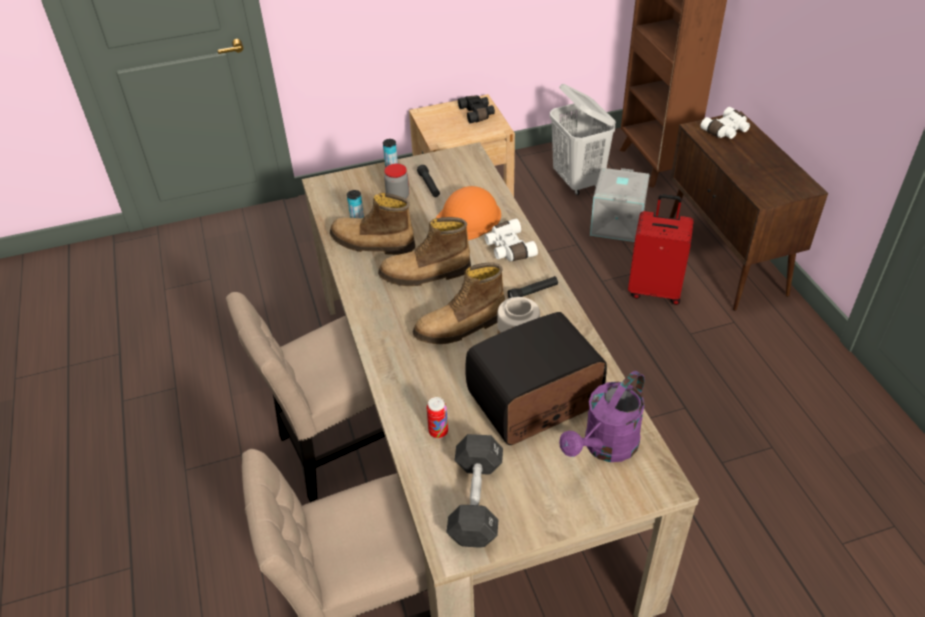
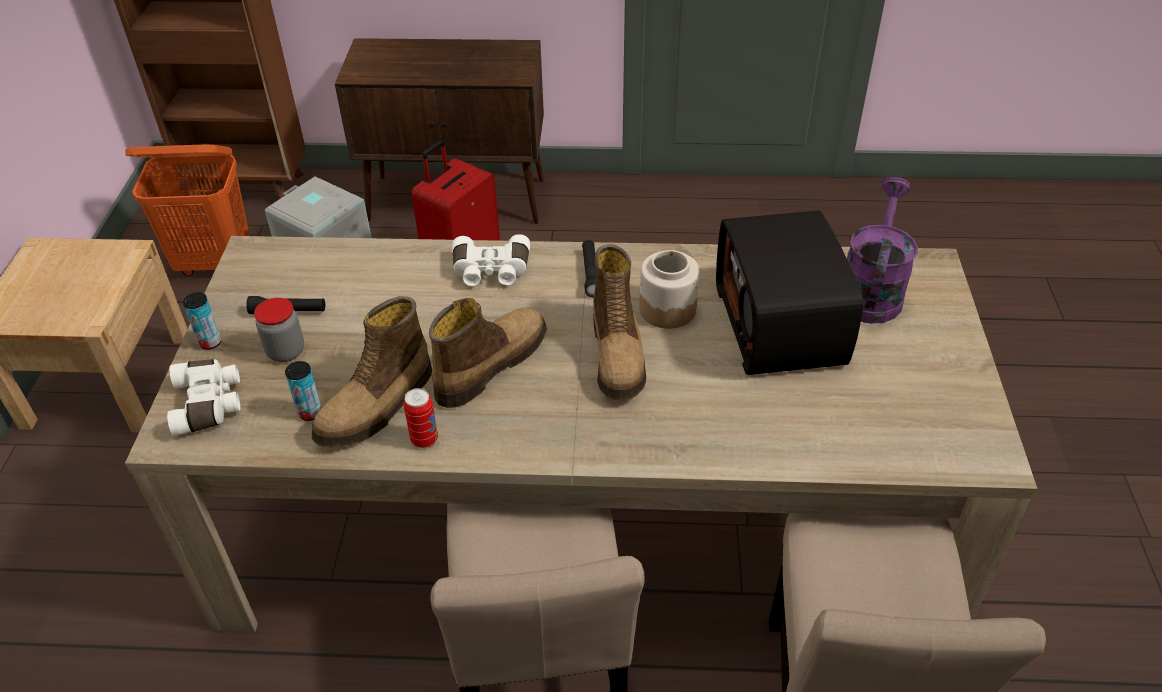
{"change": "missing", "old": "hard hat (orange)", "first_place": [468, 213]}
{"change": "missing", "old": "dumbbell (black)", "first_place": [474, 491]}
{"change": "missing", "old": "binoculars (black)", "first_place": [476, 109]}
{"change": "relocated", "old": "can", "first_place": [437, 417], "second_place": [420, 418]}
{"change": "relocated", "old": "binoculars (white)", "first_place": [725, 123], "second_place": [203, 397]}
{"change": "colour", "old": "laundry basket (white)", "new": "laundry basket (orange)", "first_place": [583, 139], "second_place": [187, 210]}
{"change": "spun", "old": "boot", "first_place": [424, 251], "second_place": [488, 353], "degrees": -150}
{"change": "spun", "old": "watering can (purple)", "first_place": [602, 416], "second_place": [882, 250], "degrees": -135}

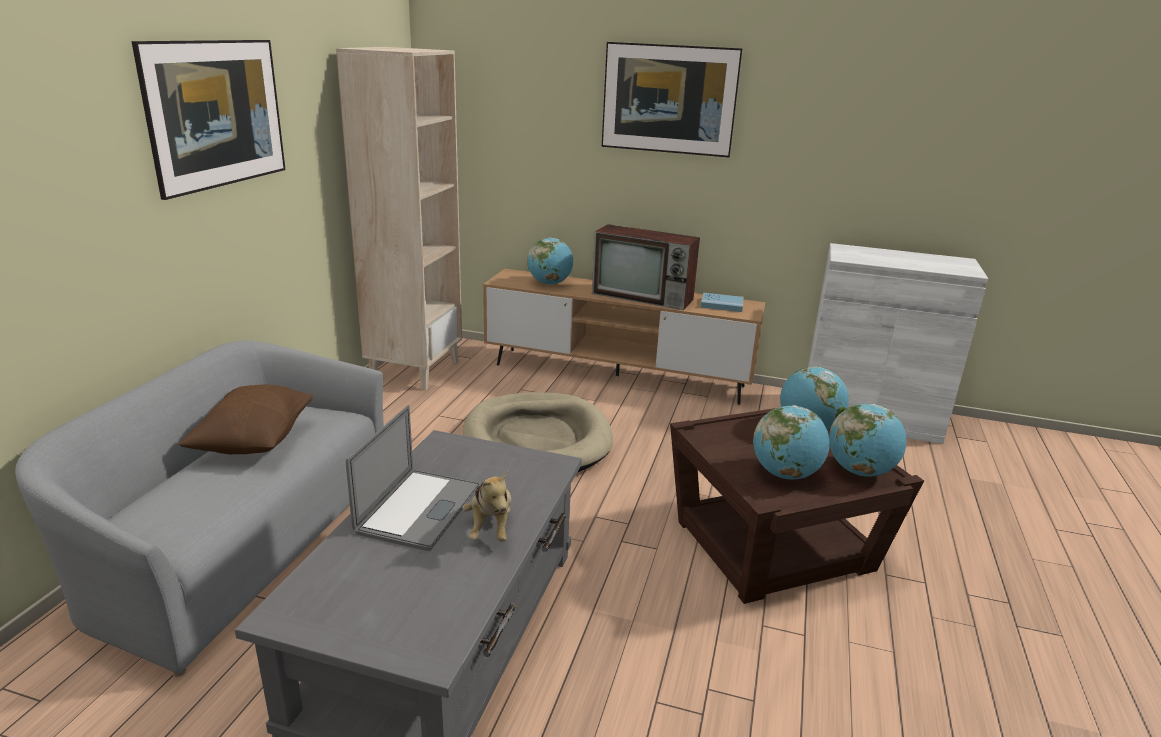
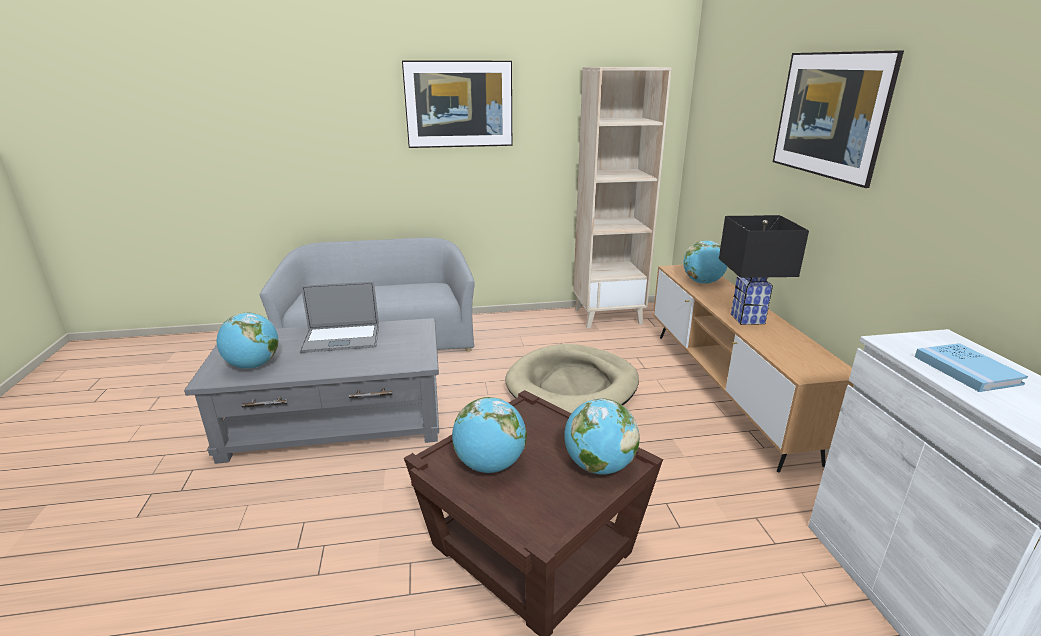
{"change": "missing", "old": "pillow (brown)", "first_place": [245, 419]}
{"change": "missing", "old": "plush toy", "first_place": [486, 506]}
{"change": "relocated", "old": "book (blue)", "first_place": [722, 302], "second_place": [971, 367]}
{"change": "relocated", "old": "globe", "first_place": [868, 439], "second_place": [247, 341]}
{"change": "exchanged", "old": "television", "new": "table lamp (black)", "first_place": [646, 267], "second_place": [764, 270]}

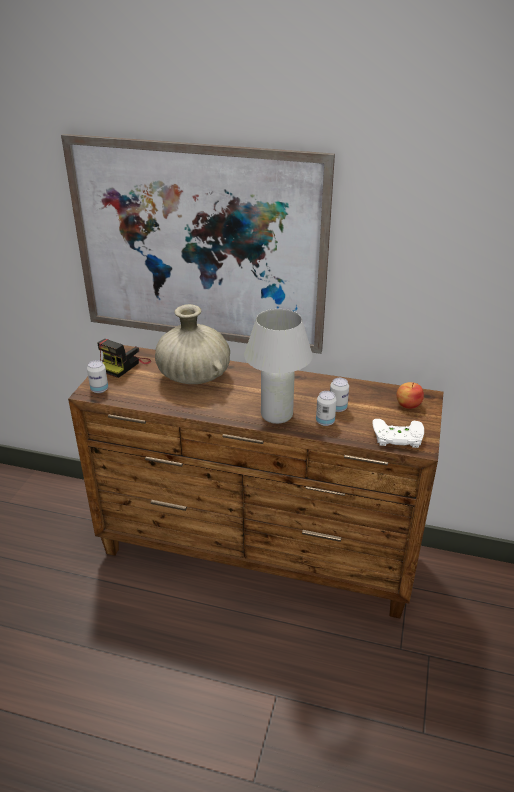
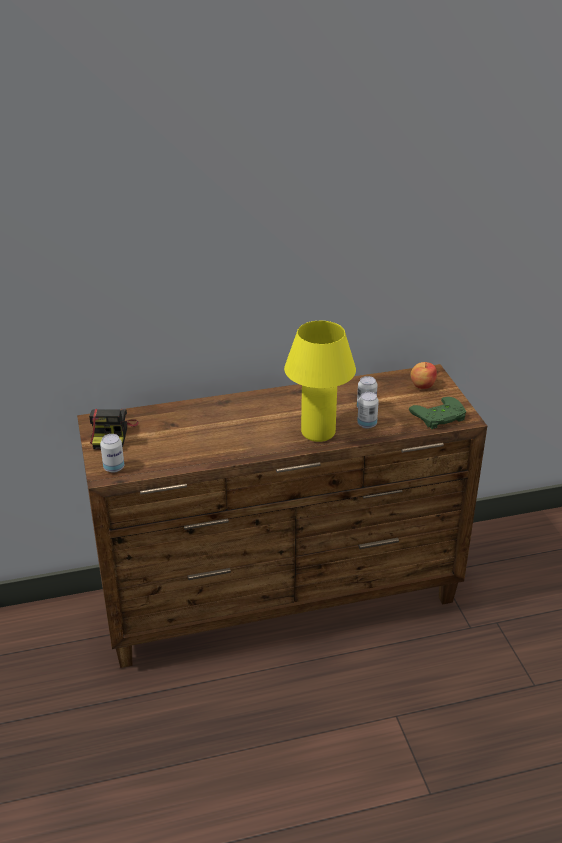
{"change": "missing", "old": "picture", "first_place": [198, 244]}
{"change": "missing", "old": "vase (beige)", "first_place": [192, 344]}
{"change": "colour", "old": "table lamp (white)", "new": "table lamp (yellow)", "first_place": [278, 366], "second_place": [320, 381]}
{"change": "colour", "old": "game controller (white)", "new": "game controller (green)", "first_place": [398, 433], "second_place": [437, 413]}

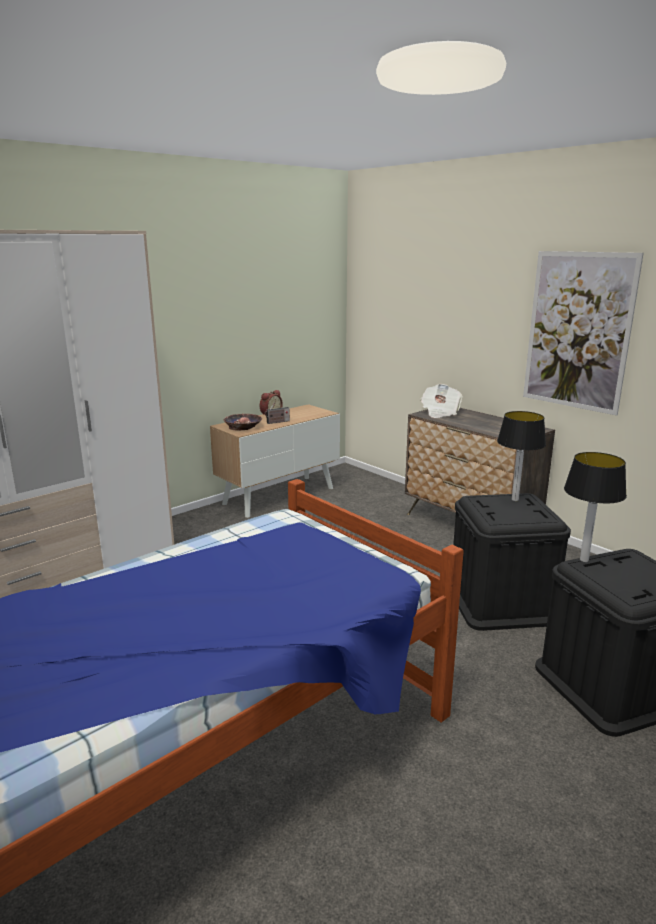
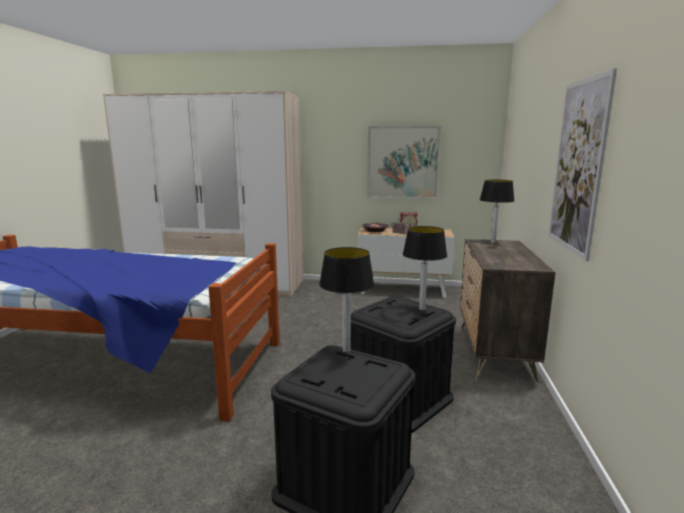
{"change": "appeared", "new": "picture", "second_place": [404, 162]}
{"change": "exchanged", "old": "newspaper", "new": "table lamp", "first_place": [441, 401], "second_place": [497, 211]}

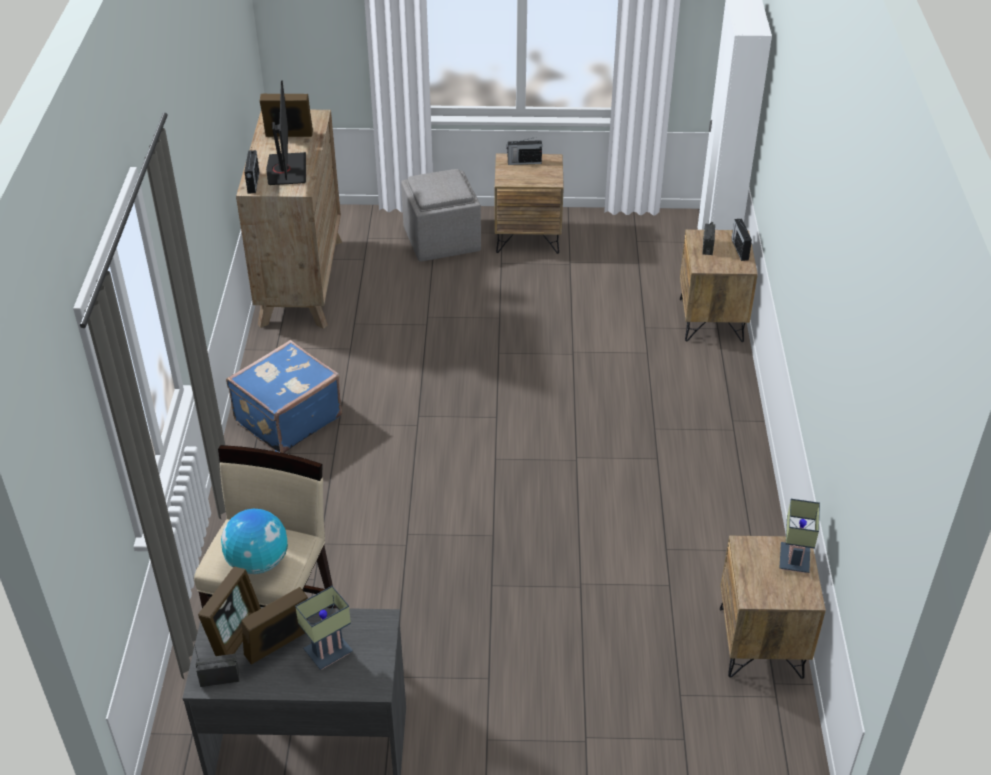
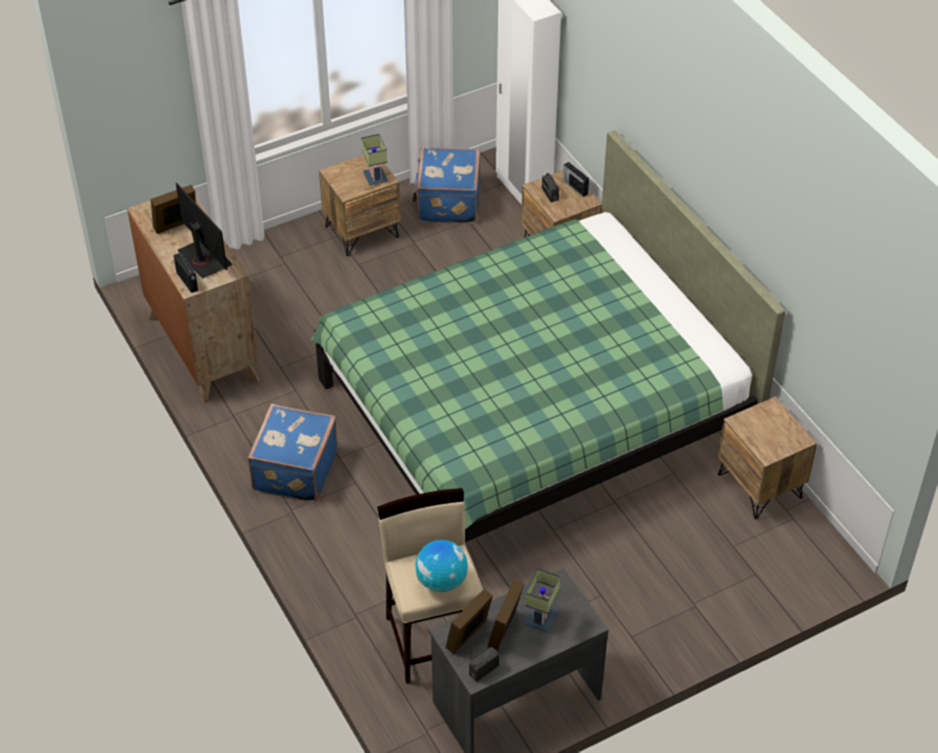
{"change": "missing", "old": "ottoman (grey)", "first_place": [441, 215]}
{"change": "missing", "old": "radio", "first_place": [524, 151]}
{"change": "appeared", "new": "bed (green)", "second_place": [549, 336]}
{"change": "appeared", "new": "suitcase (blue)", "second_place": [446, 185]}
{"change": "relocated", "old": "table lamp", "first_place": [800, 536], "second_place": [374, 160]}
{"change": "spun", "old": "picture frame", "first_place": [229, 611], "second_place": [469, 621], "degrees": -135}

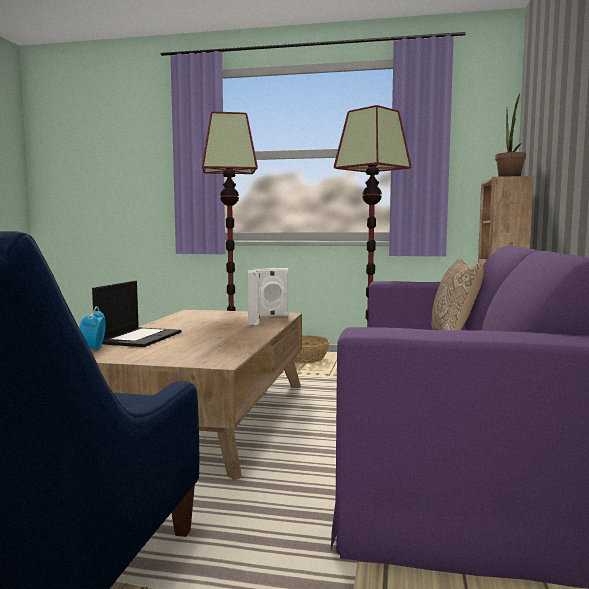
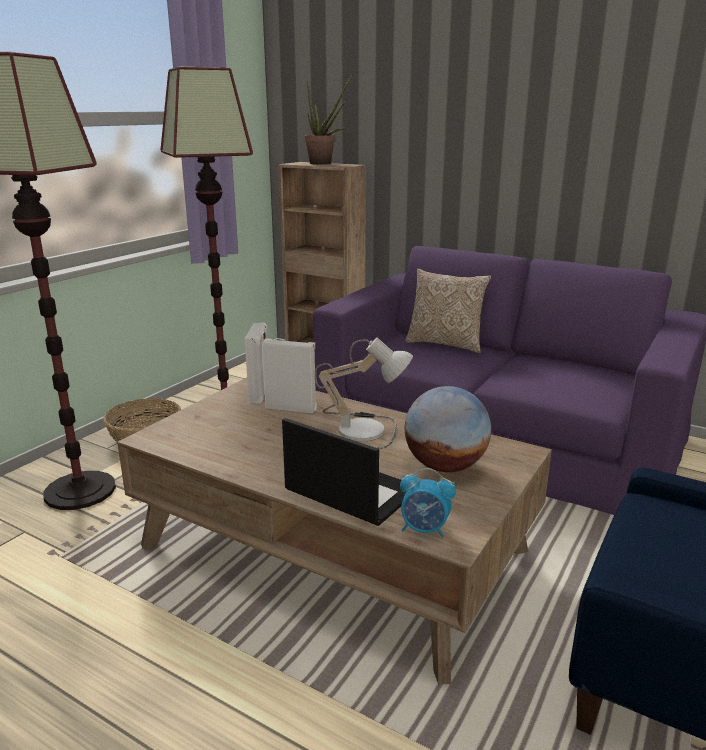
{"change": "appeared", "new": "table lamp", "second_place": [364, 393]}
{"change": "appeared", "new": "globe", "second_place": [448, 429]}

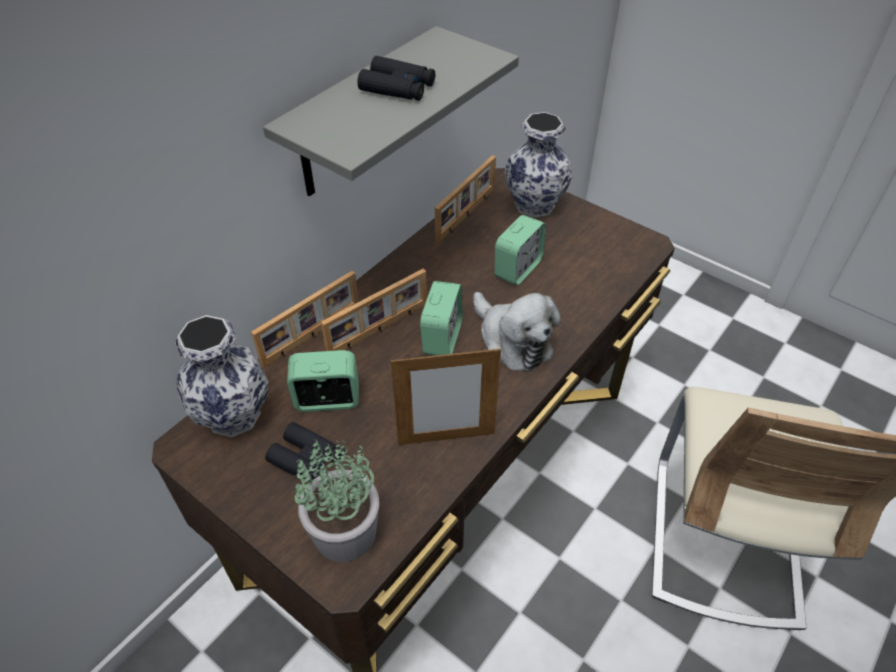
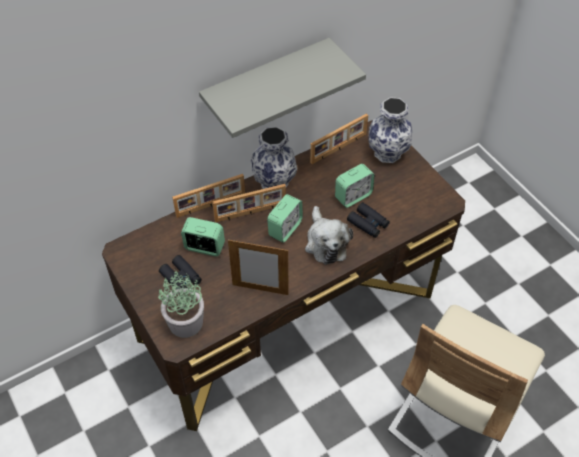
{"change": "relocated", "old": "vase", "first_place": [222, 376], "second_place": [274, 158]}
{"change": "relocated", "old": "binoculars (black)", "first_place": [396, 78], "second_place": [368, 220]}

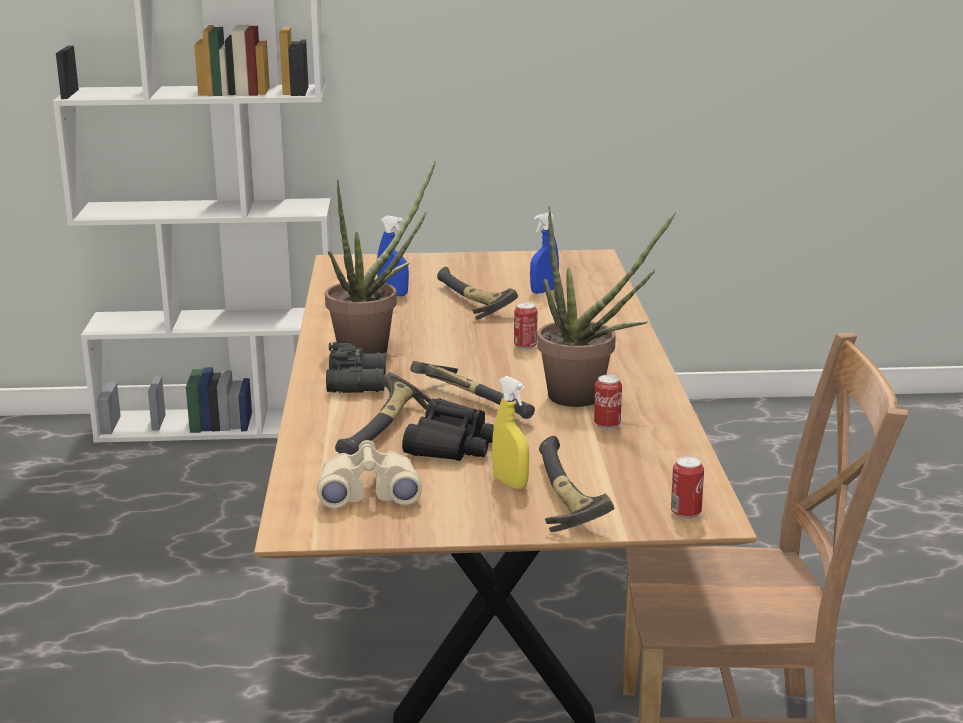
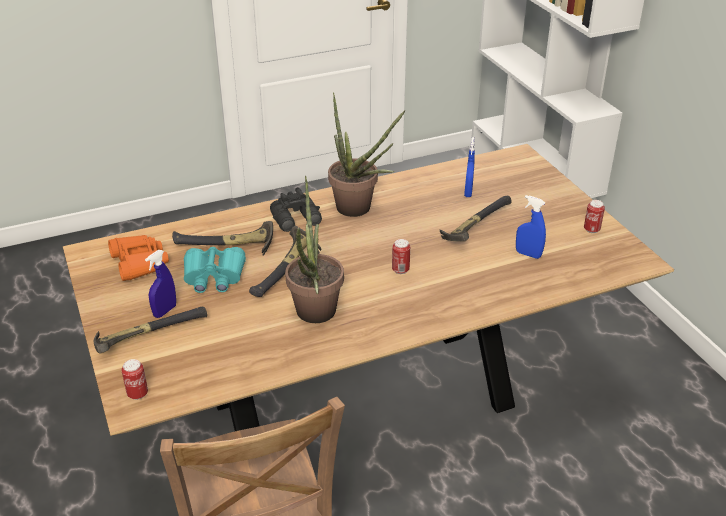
{"change": "relocated", "old": "can", "first_place": [608, 402], "second_place": [594, 216]}
{"change": "colour", "old": "binoculars (beige)", "new": "binoculars (orange)", "first_place": [369, 474], "second_place": [138, 258]}
{"change": "colour", "old": "binoculars (black)", "new": "binoculars (turquoise)", "first_place": [448, 429], "second_place": [215, 270]}
{"change": "colour", "old": "spray bottle (yellow)", "new": "spray bottle (blue)", "first_place": [510, 432], "second_place": [160, 284]}

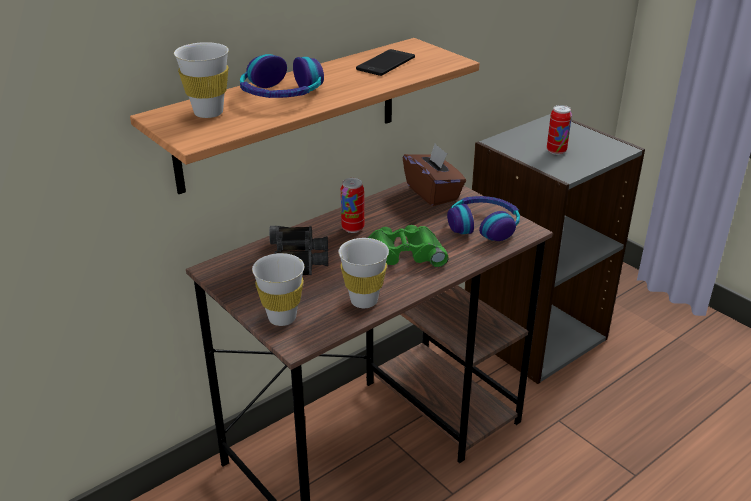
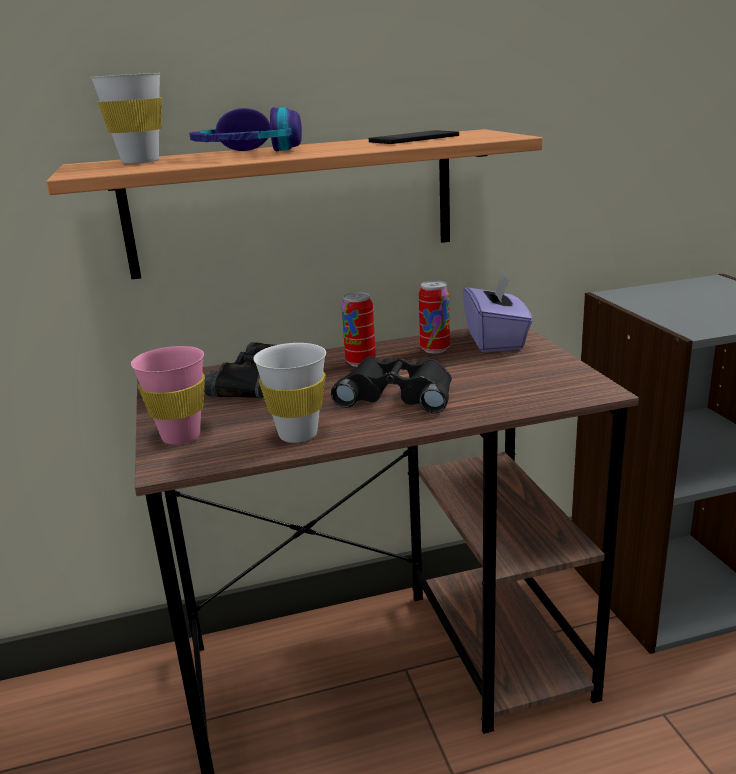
{"change": "missing", "old": "headphones", "first_place": [483, 218]}
{"change": "relocated", "old": "can", "first_place": [559, 130], "second_place": [434, 317]}
{"change": "colour", "old": "cup (white)", "new": "cup (pink)", "first_place": [278, 289], "second_place": [168, 395]}
{"change": "colour", "old": "binoculars (green)", "new": "binoculars (black)", "first_place": [408, 246], "second_place": [391, 384]}
{"change": "colour", "old": "tissue box (brown)", "new": "tissue box (purple)", "first_place": [434, 174], "second_place": [497, 312]}

